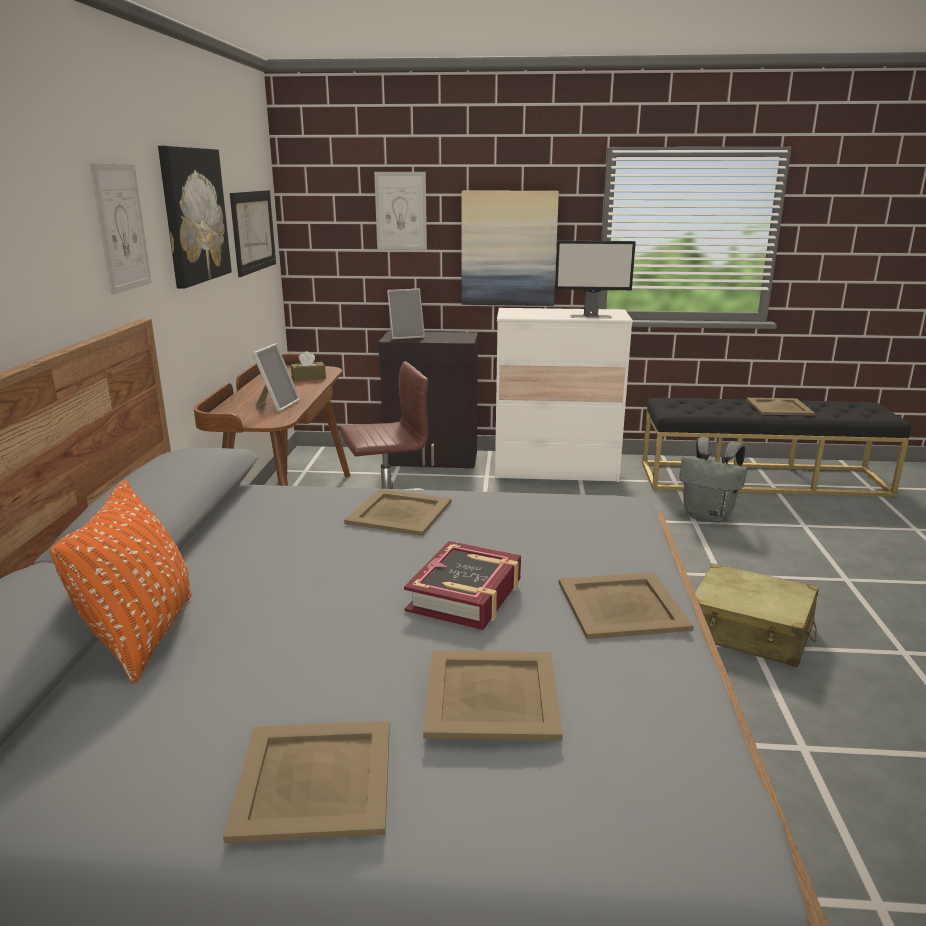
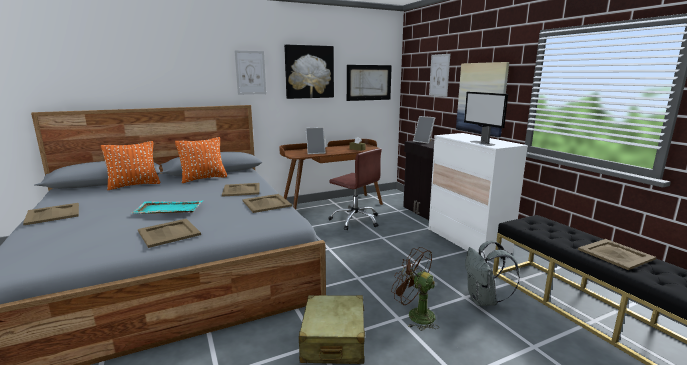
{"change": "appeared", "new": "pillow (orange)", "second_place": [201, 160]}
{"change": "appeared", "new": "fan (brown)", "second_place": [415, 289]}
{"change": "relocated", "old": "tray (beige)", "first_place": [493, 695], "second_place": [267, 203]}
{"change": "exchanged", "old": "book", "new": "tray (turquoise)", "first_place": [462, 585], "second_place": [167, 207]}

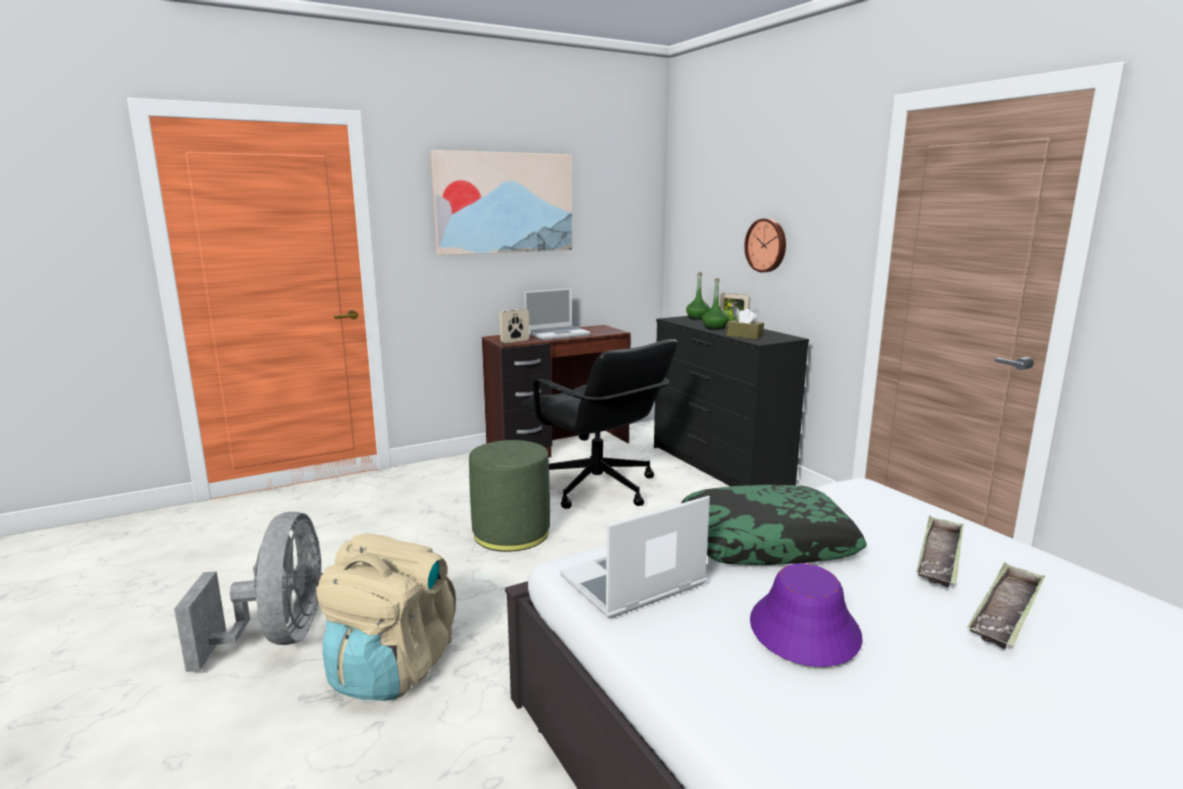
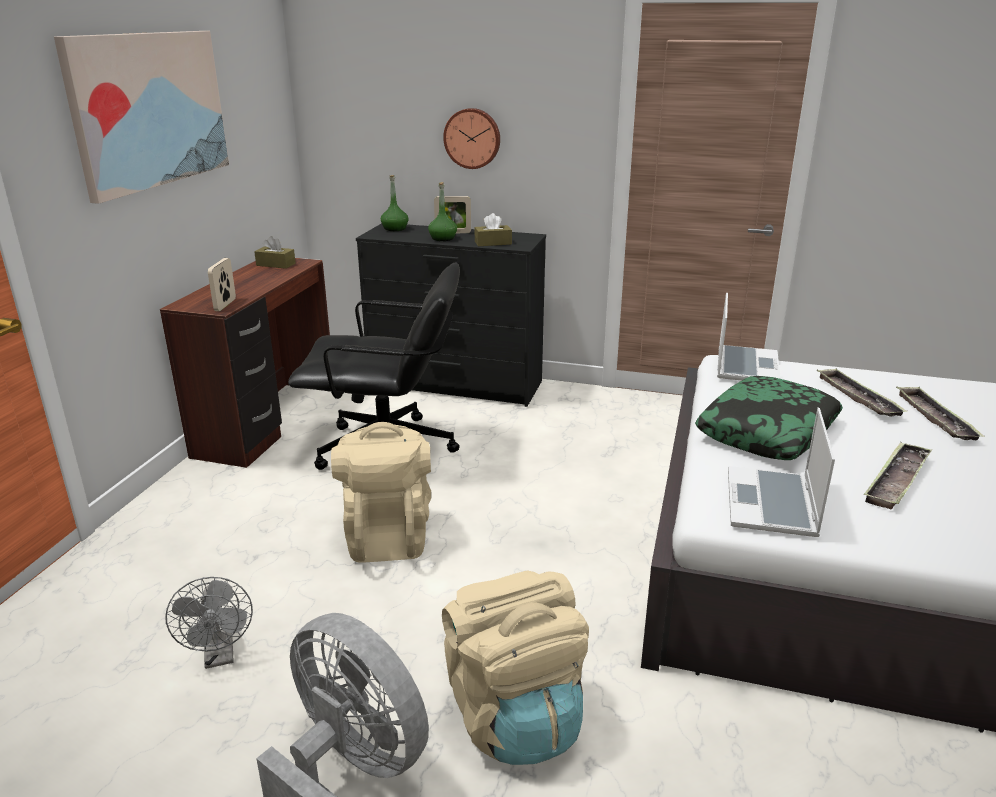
{"change": "appeared", "new": "fan (grey)", "second_place": [209, 623]}
{"change": "appeared", "new": "tissue box (brown)", "second_place": [275, 252]}
{"change": "relocated", "old": "laptop", "first_place": [557, 314], "second_place": [749, 337]}
{"change": "exchanged", "old": "ottoman (green)", "new": "backpack (beige)", "first_place": [509, 496], "second_place": [381, 492]}
{"change": "exchanged", "old": "hat (purple)", "new": "tray", "first_place": [806, 615], "second_place": [898, 475]}

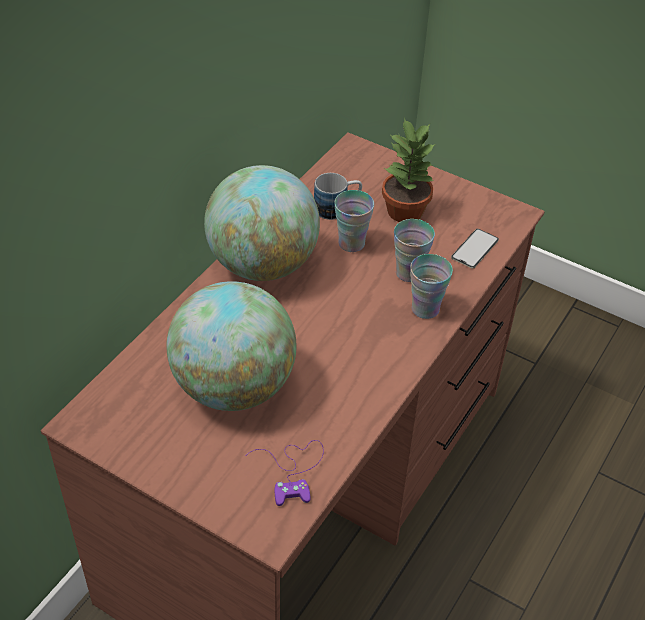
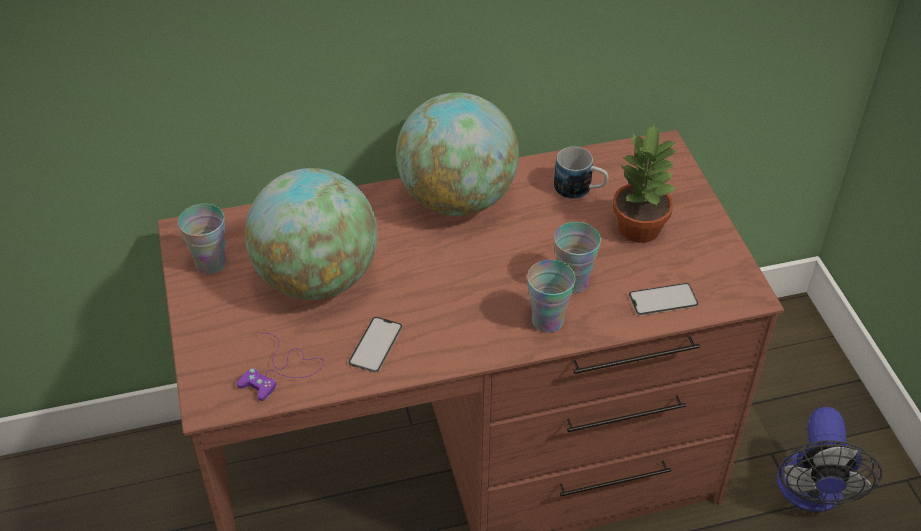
{"change": "appeared", "new": "phone", "second_place": [375, 345]}
{"change": "appeared", "new": "fan", "second_place": [829, 459]}
{"change": "relocated", "old": "cup", "first_place": [354, 221], "second_place": [202, 239]}

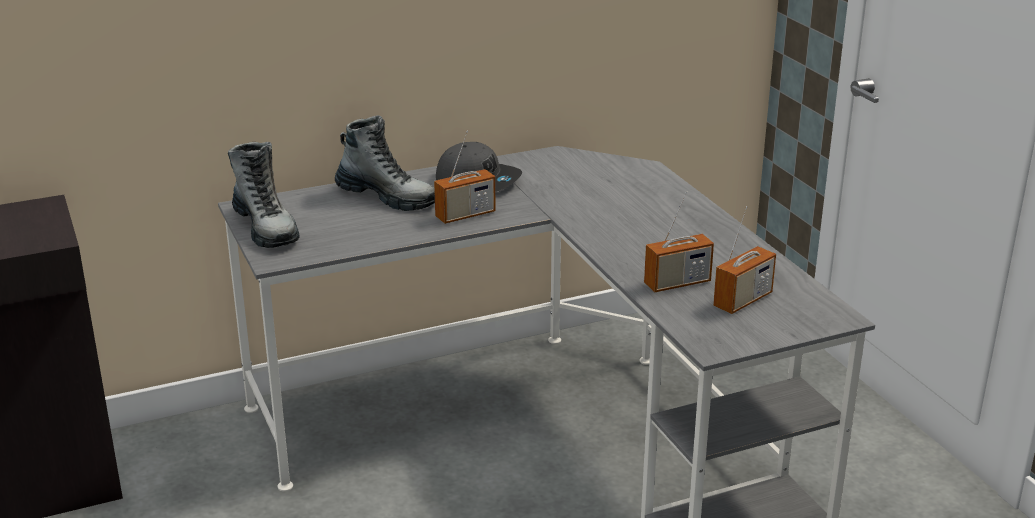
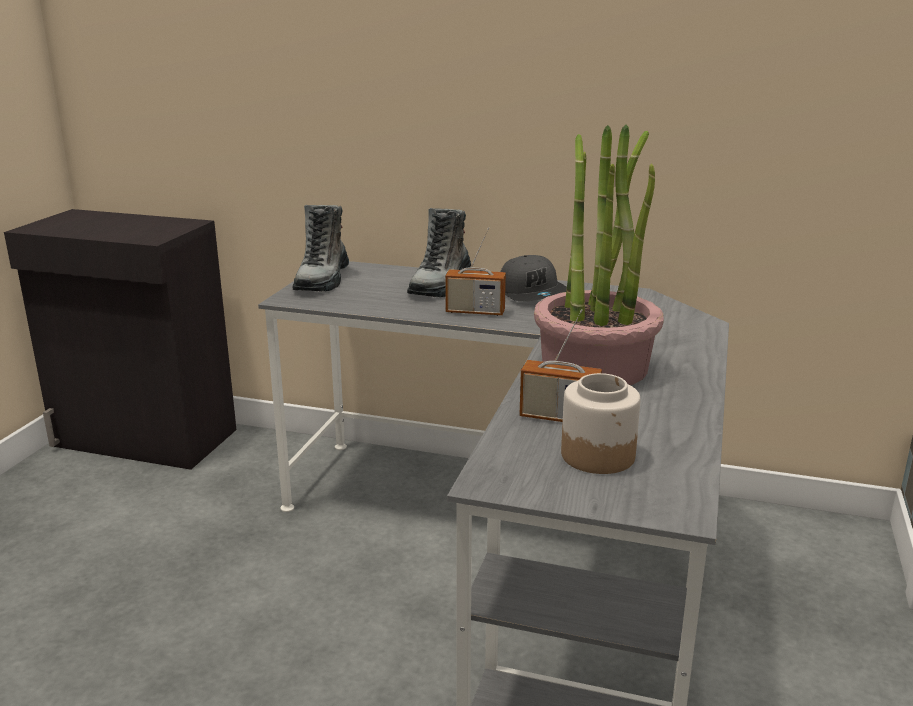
{"change": "appeared", "new": "potted plant", "second_place": [599, 255]}
{"change": "exchanged", "old": "radio", "new": "jar", "first_place": [744, 260], "second_place": [600, 423]}
{"change": "spun", "old": "boot", "first_place": [385, 163], "second_place": [439, 252], "degrees": 45}

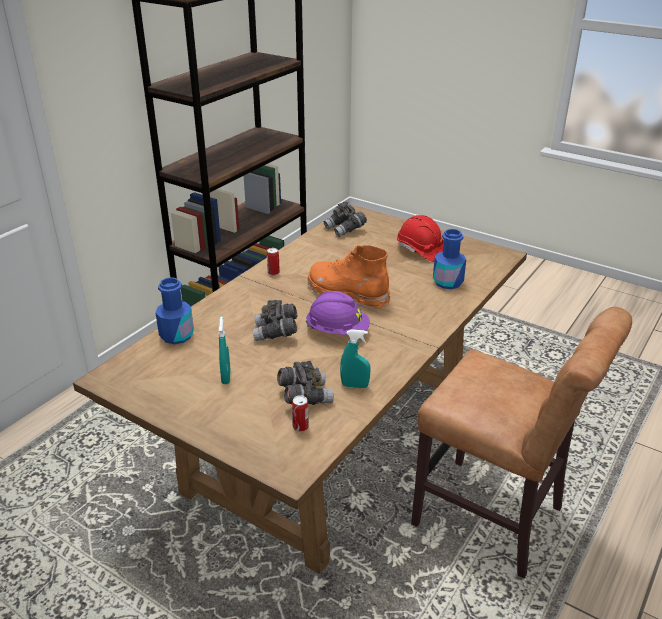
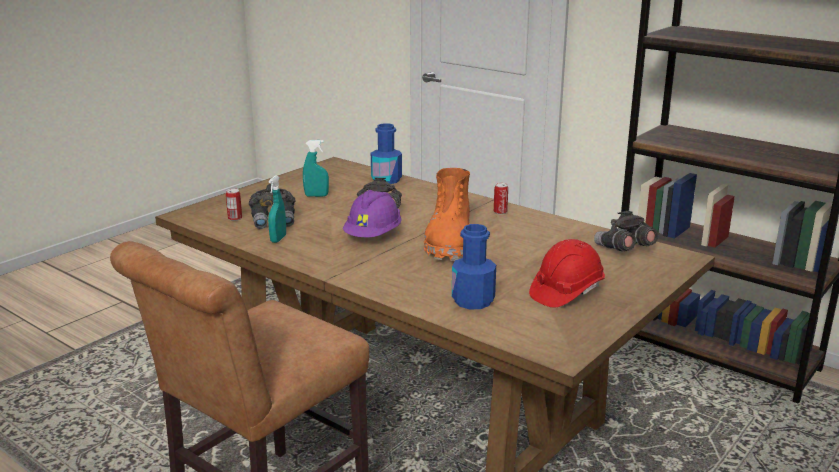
{"change": "spun", "old": "boot (orange)", "first_place": [349, 277], "second_place": [447, 214], "degrees": 150}

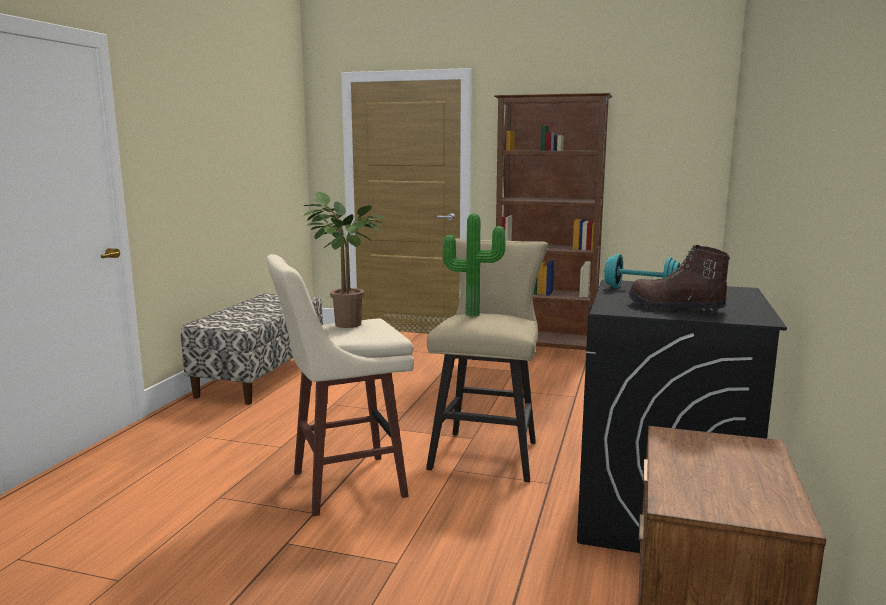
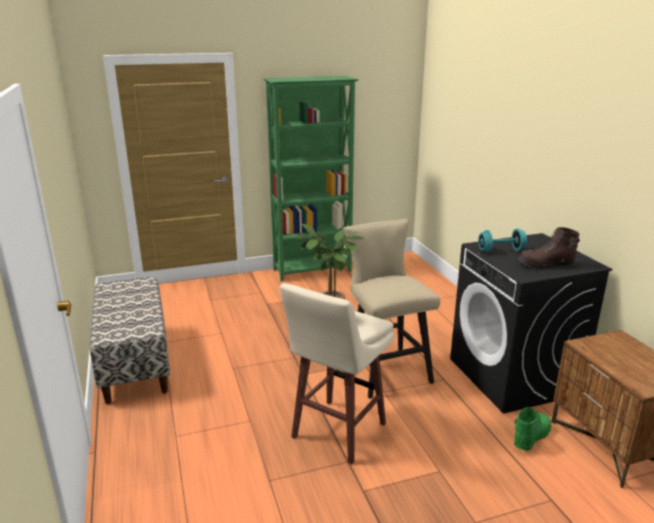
{"change": "missing", "old": "potted plant", "first_place": [474, 265]}
{"change": "appeared", "new": "boot (green)", "second_place": [532, 429]}
{"change": "colour", "old": "bookcase (brown)", "new": "bookcase (green)", "first_place": [553, 221], "second_place": [311, 178]}

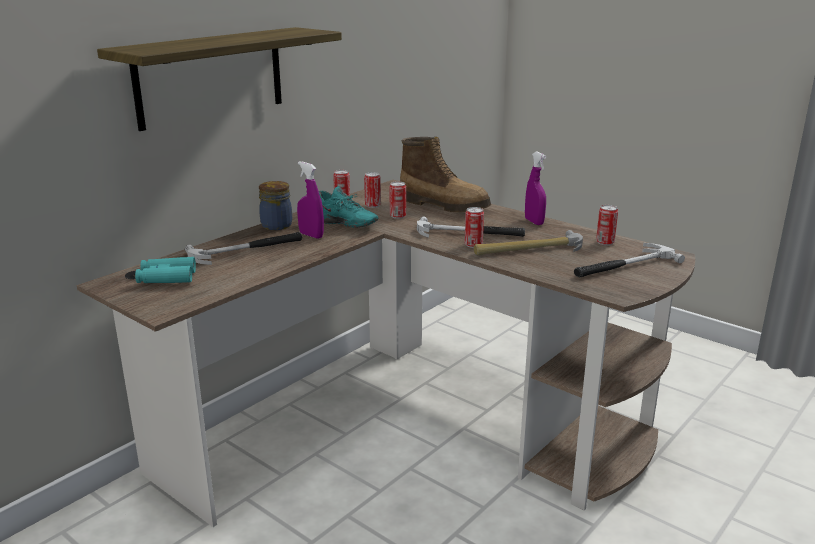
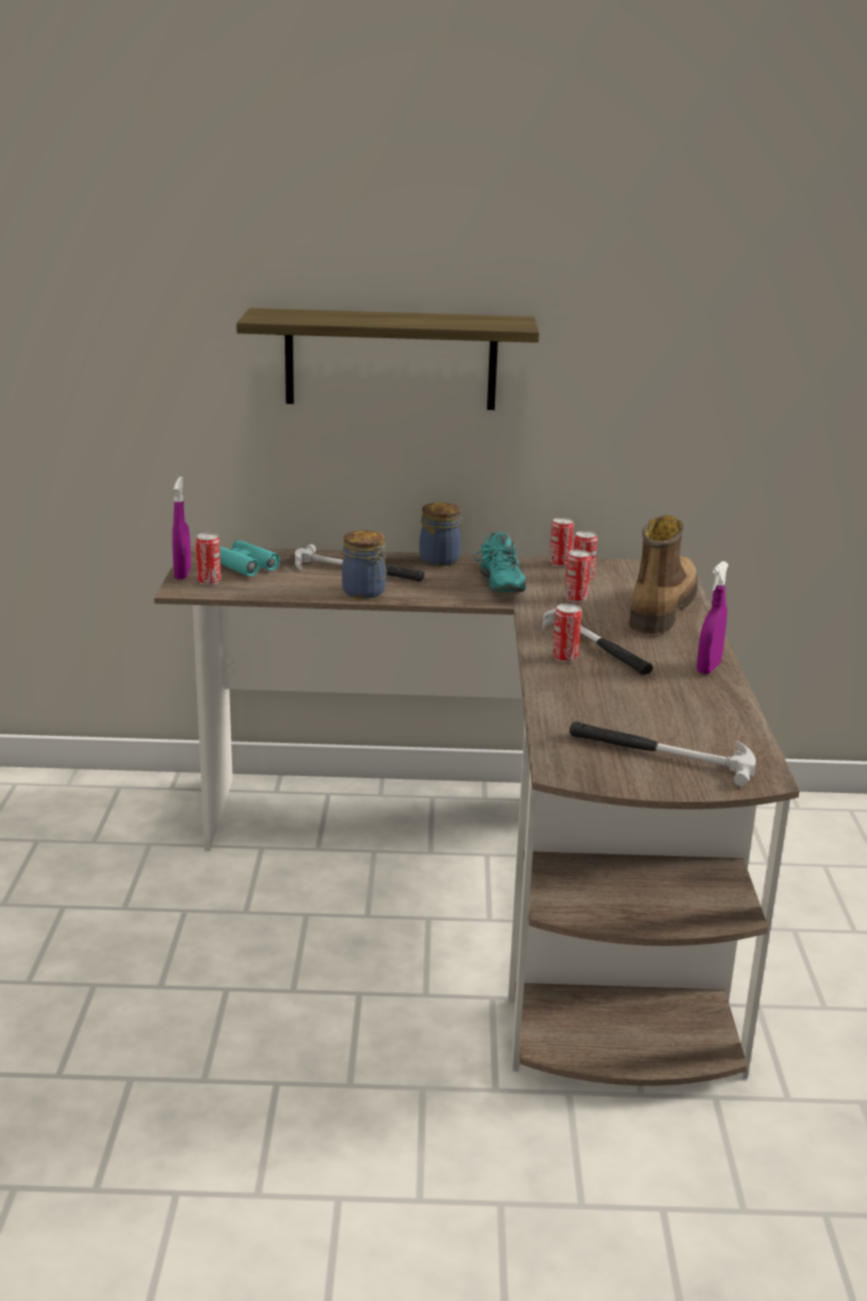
{"change": "missing", "old": "hammer", "first_place": [528, 242]}
{"change": "appeared", "new": "jar", "second_place": [364, 564]}
{"change": "relocated", "old": "spray bottle (purple)", "first_place": [310, 200], "second_place": [181, 527]}
{"change": "relocated", "old": "can", "first_place": [607, 225], "second_place": [208, 559]}
{"change": "spun", "old": "boot", "first_place": [445, 174], "second_place": [663, 574], "degrees": -150}

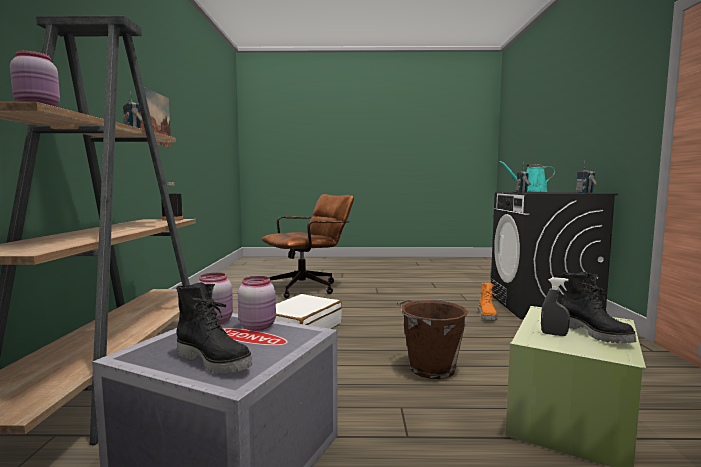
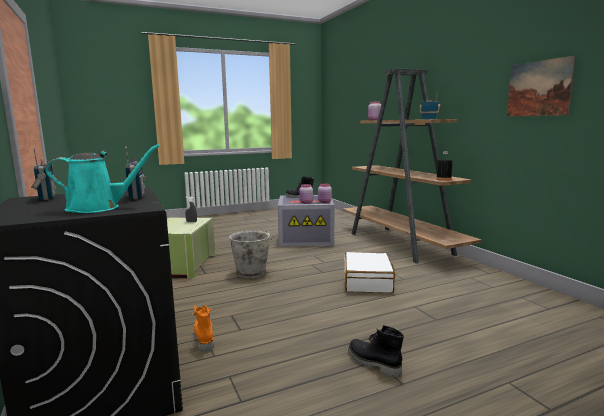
{"change": "missing", "old": "office chair (brown)", "first_place": [308, 246]}
{"change": "relocated", "old": "boot (black)", "first_place": [599, 307], "second_place": [376, 351]}
{"change": "colour", "old": "bucket (brown)", "new": "bucket (grey)", "first_place": [432, 339], "second_place": [252, 254]}

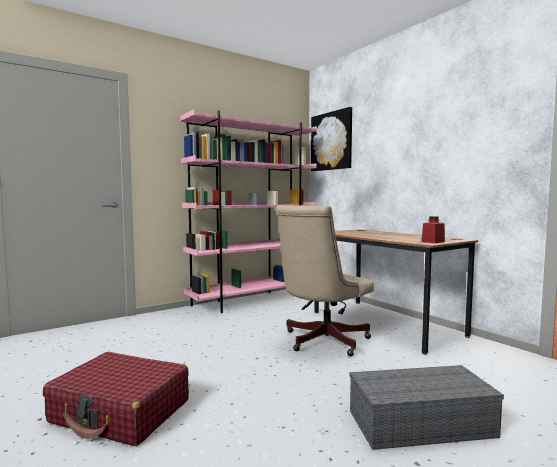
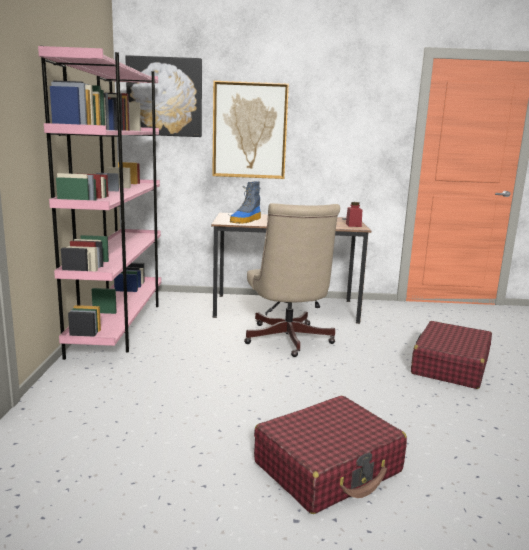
{"change": "appeared", "new": "picture", "second_place": [250, 130]}
{"change": "appeared", "new": "boot", "second_place": [245, 202]}
{"change": "exchanged", "old": "storage box (grey)", "new": "suitcase (red)", "first_place": [426, 407], "second_place": [451, 355]}

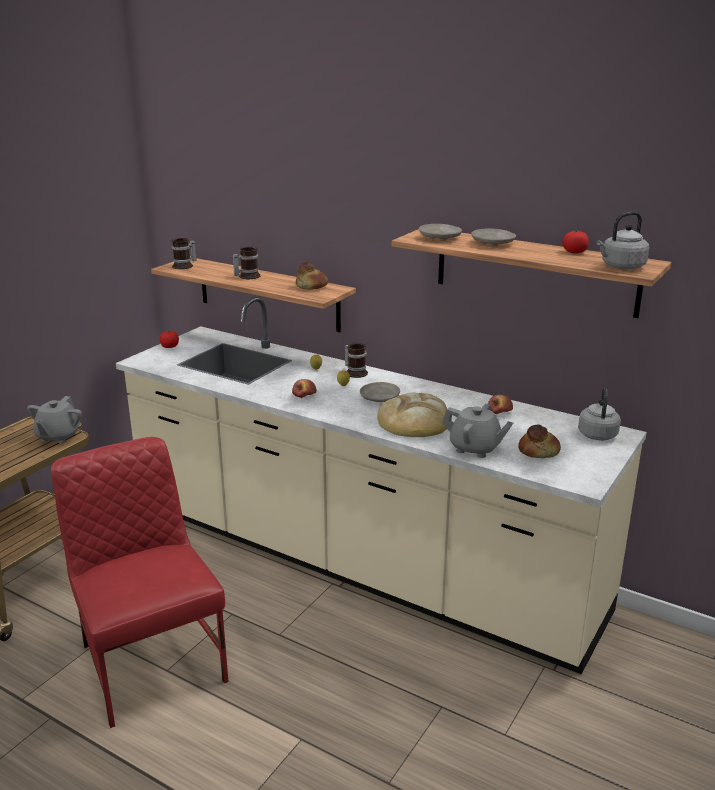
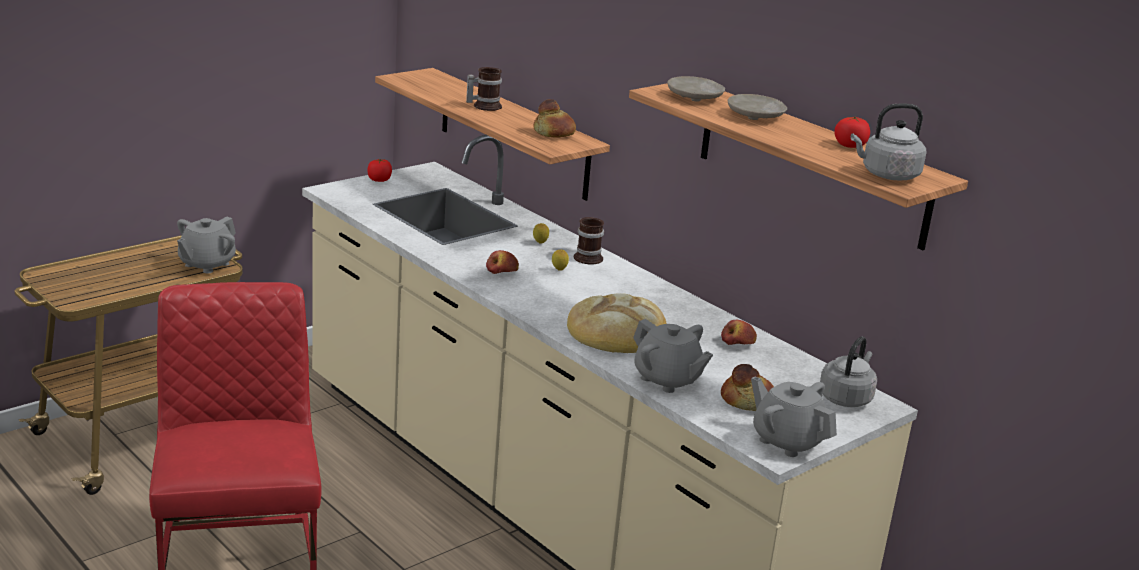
{"change": "missing", "old": "mug", "first_place": [183, 253]}
{"change": "missing", "old": "plate (beige)", "first_place": [380, 392]}
{"change": "appeared", "new": "teapot (grey)", "second_place": [794, 416]}

